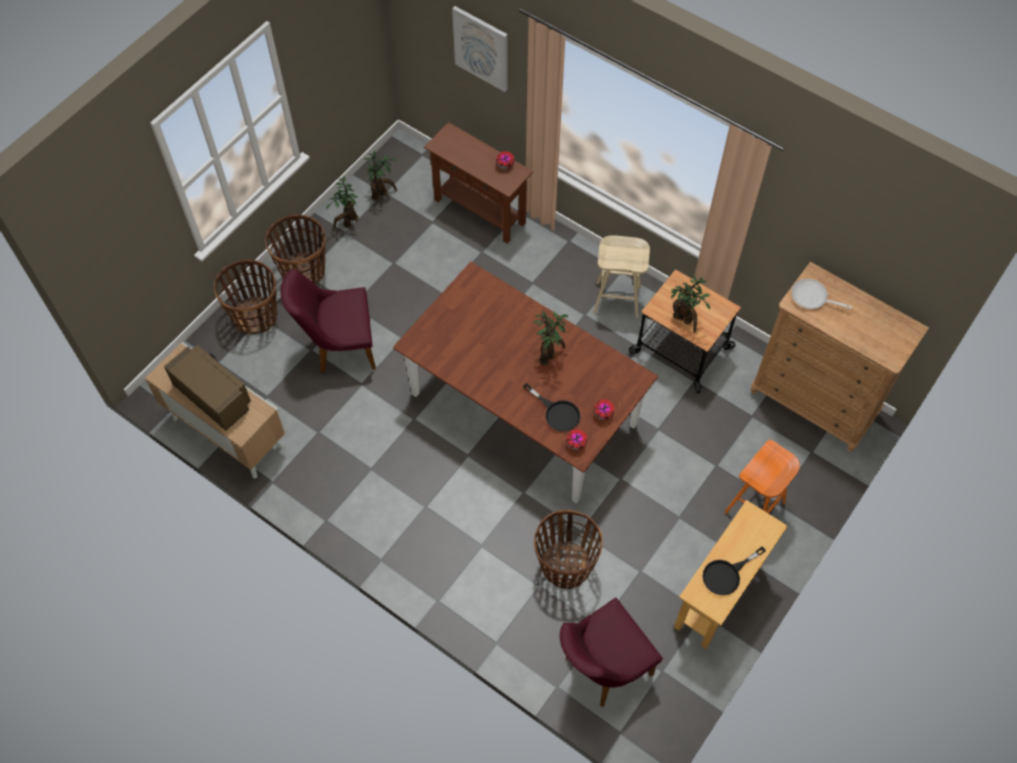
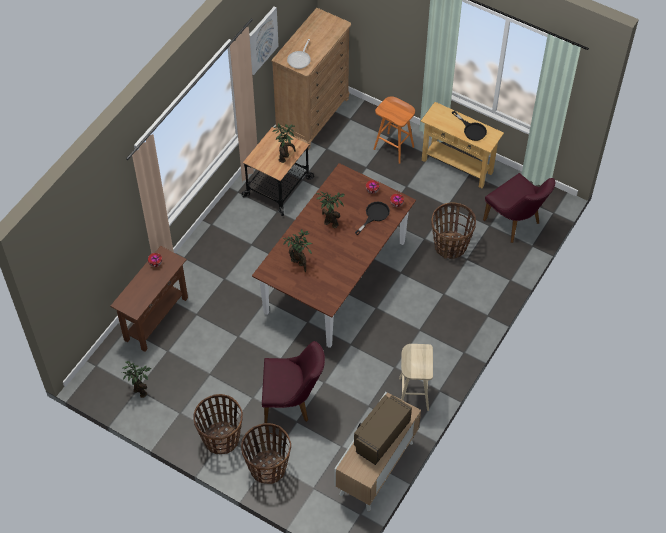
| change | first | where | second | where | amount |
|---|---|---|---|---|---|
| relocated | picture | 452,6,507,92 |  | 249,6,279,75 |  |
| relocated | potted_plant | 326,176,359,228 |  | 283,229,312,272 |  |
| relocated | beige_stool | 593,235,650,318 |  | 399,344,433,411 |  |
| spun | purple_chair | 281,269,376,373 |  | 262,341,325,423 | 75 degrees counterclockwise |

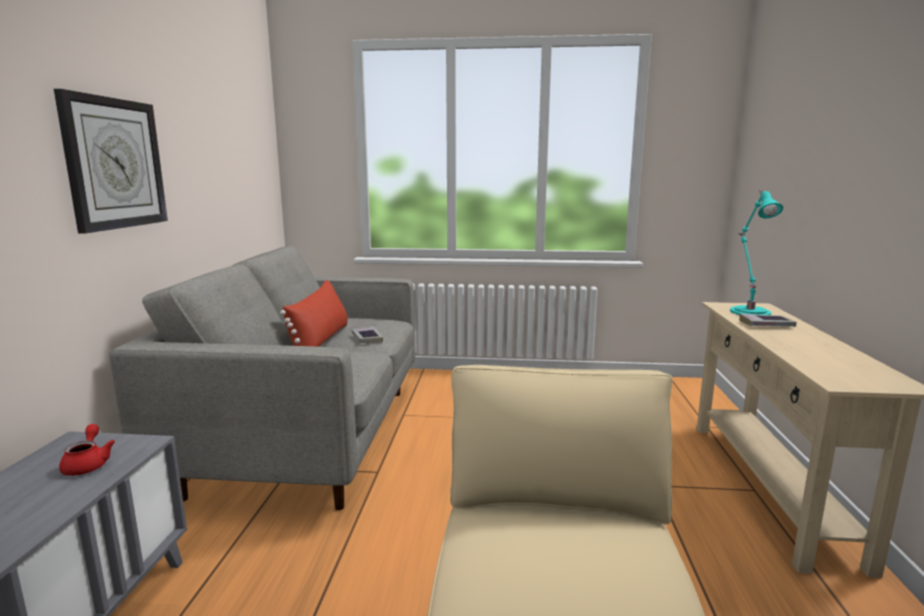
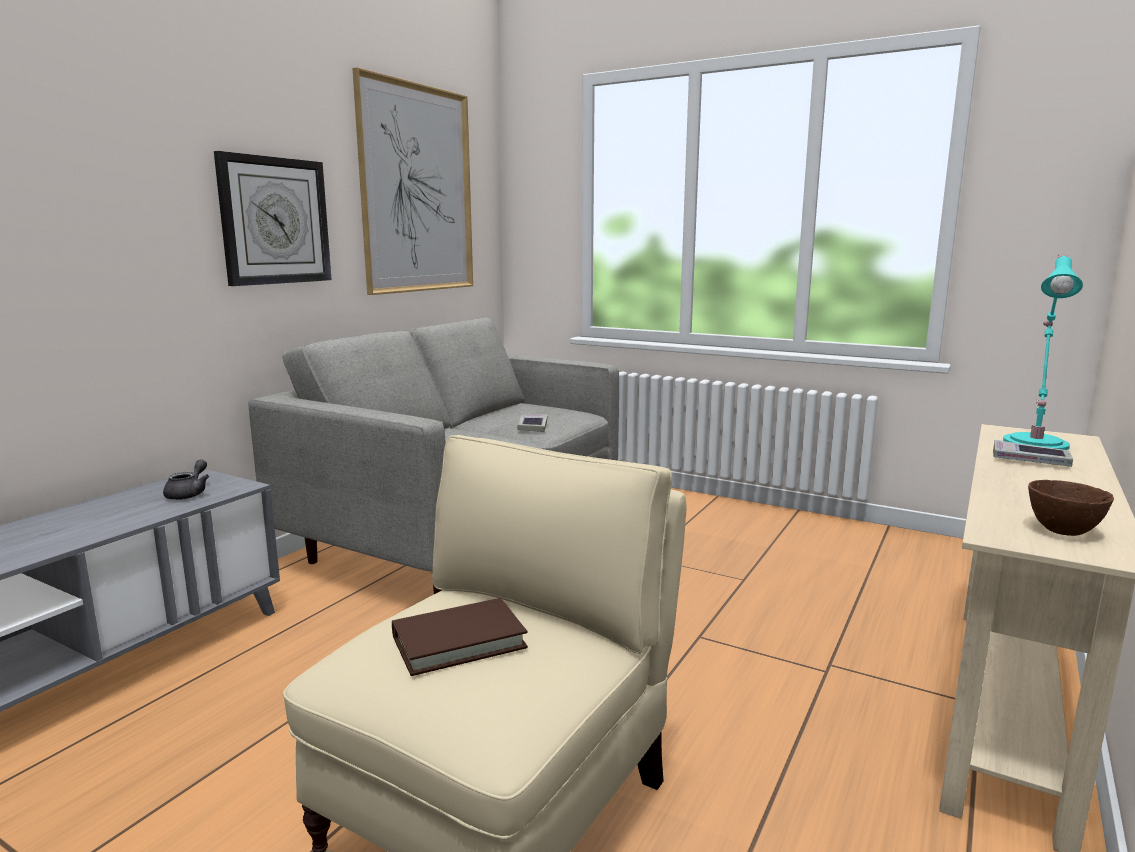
| change | first | where | second | where | amount |
|---|---|---|---|---|---|
| missing | red_pillow | 280,280,348,347 |  |  |  |
| colour | red_teapot | 59,424,115,476 | grey_teapot | 163,459,209,500 |  |
| appeared |  |  | picture | 352,67,473,295 |  |
| appeared |  |  | brown_bowl | 1028,480,1114,536 |  |
| appeared |  |  | brown_book | 392,598,528,676 |  |

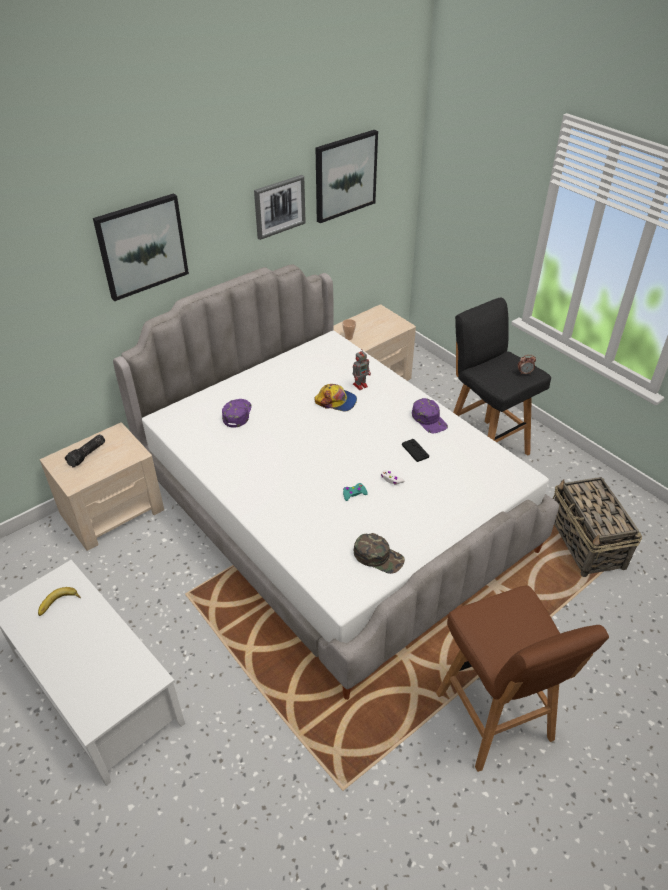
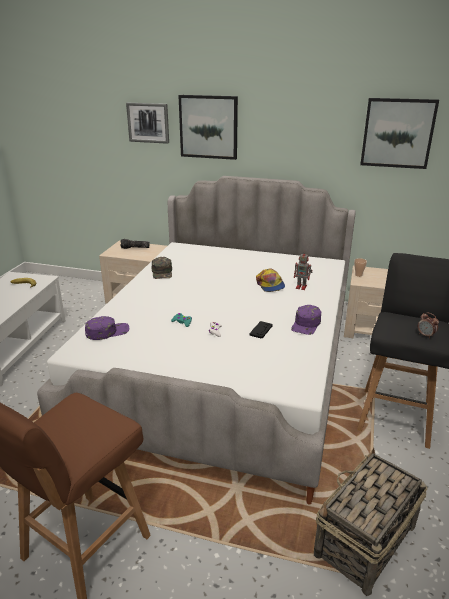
| change | first | where | second | where | amount |
|---|---|---|---|---|---|
| relocated | picture | 254,175,306,240 |  | 126,103,169,144 |  |
| relocated | purple_cap | 222,399,252,428 |  | 85,316,129,340 |  |
| relocated | green_cap | 354,533,405,574 |  | 152,257,172,279 |  |

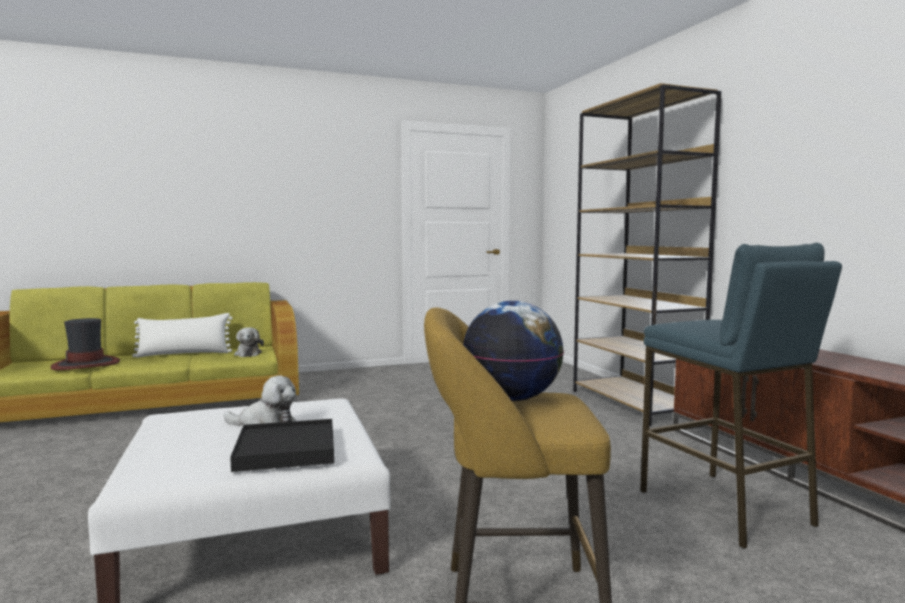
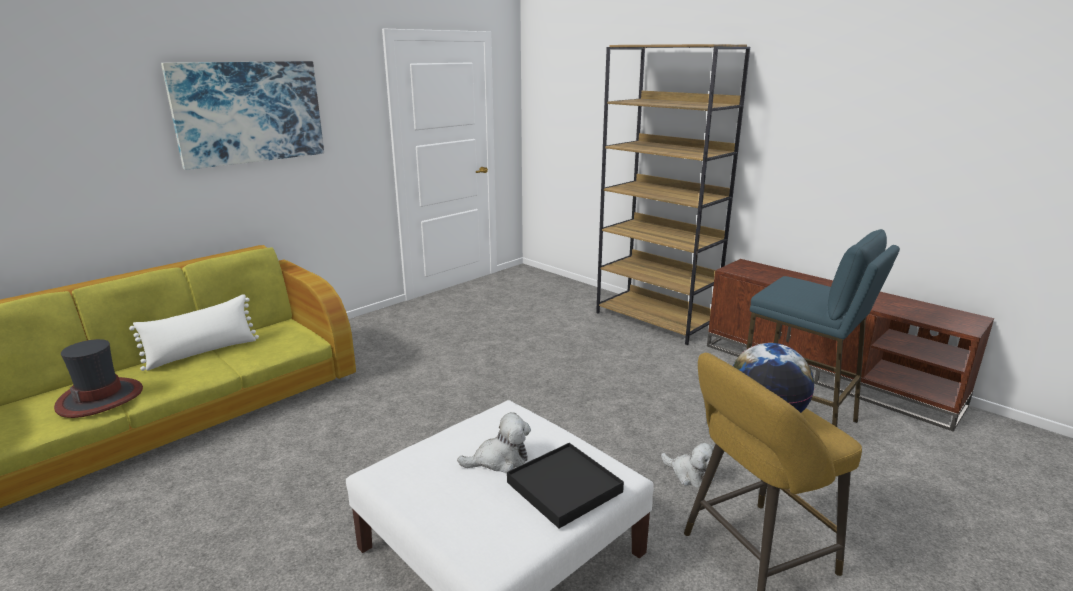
| change | first | where | second | where | amount |
|---|---|---|---|---|---|
| relocated | plush_toy | 234,327,264,357 |  | 661,443,715,488 |  |
| appeared |  |  | picture | 161,61,324,170 |  |

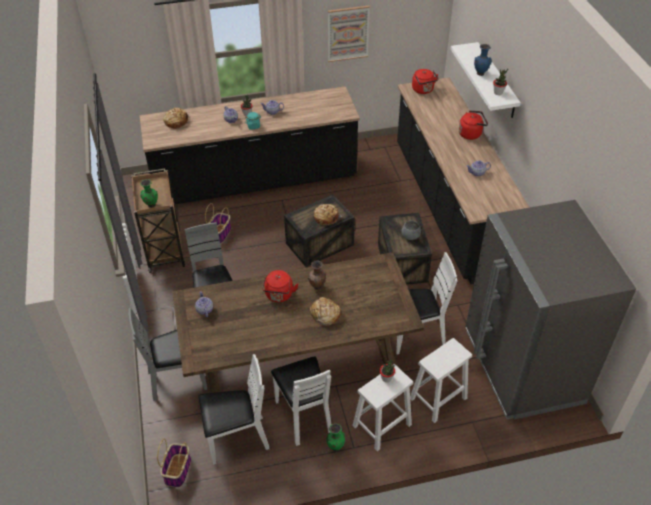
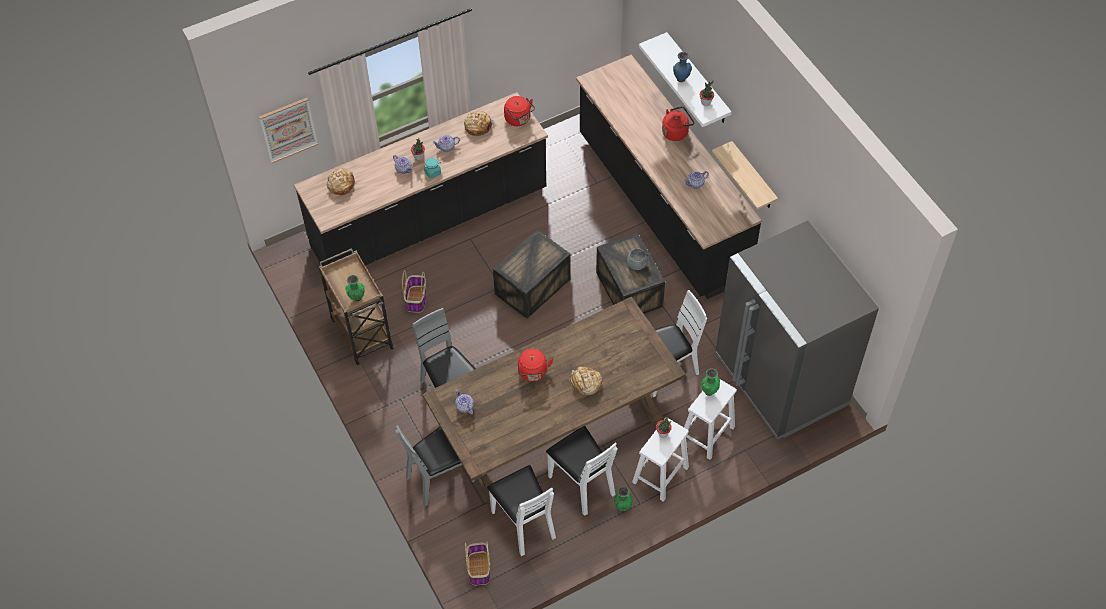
| change | first | where | second | where | amount |
|---|---|---|---|---|---|
| relocated | picture | 328,5,370,62 |  | 259,98,318,163 |  |
| relocated | red_kettle | 412,69,439,94 |  | 504,96,535,126 |  |
| relocated | bread | 314,204,342,226 |  | 464,111,496,136 |  |
| missing | brown_vase | 308,260,326,290 |  |  |  |
| spun | white_chair | 198,354,269,465 |  | 487,465,556,556 | 90 degrees clockwise |
| appeared |  |  | shelf | 711,141,778,210 |  |
| appeared |  |  | green_vase | 701,368,720,396 |  |

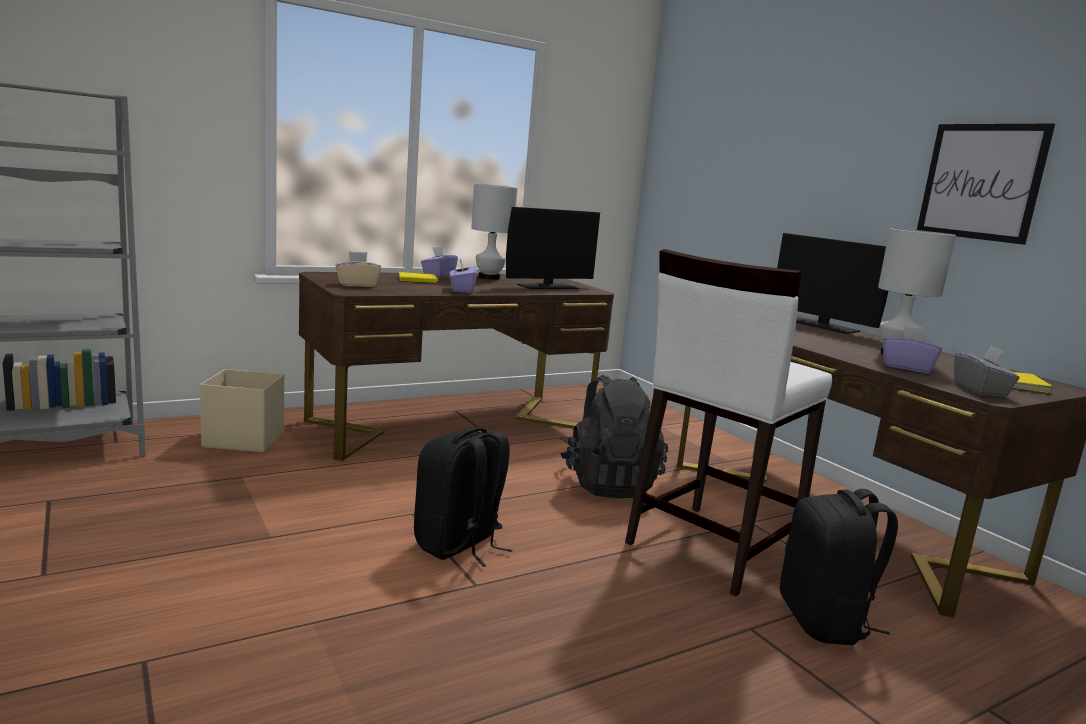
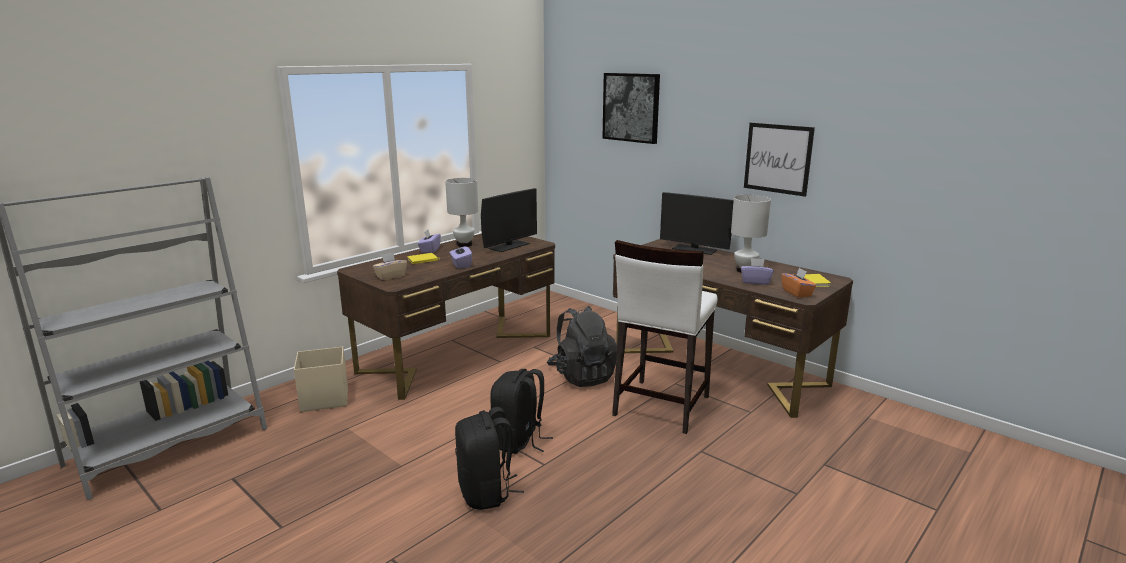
| change | first | where | second | where | amount |
|---|---|---|---|---|---|
| colour | grey_tissue_box | 954,345,1020,397 | orange_tissue_box | 781,267,816,298 |  |
| relocated | black_backpack | 780,489,898,645 |  | 455,407,524,510 |  |
| appeared |  |  | picture | 602,73,660,144 |  |

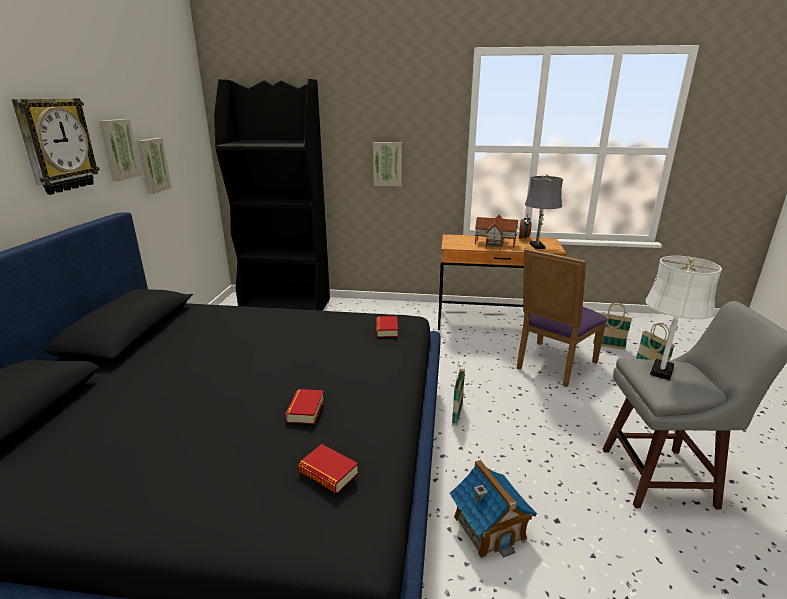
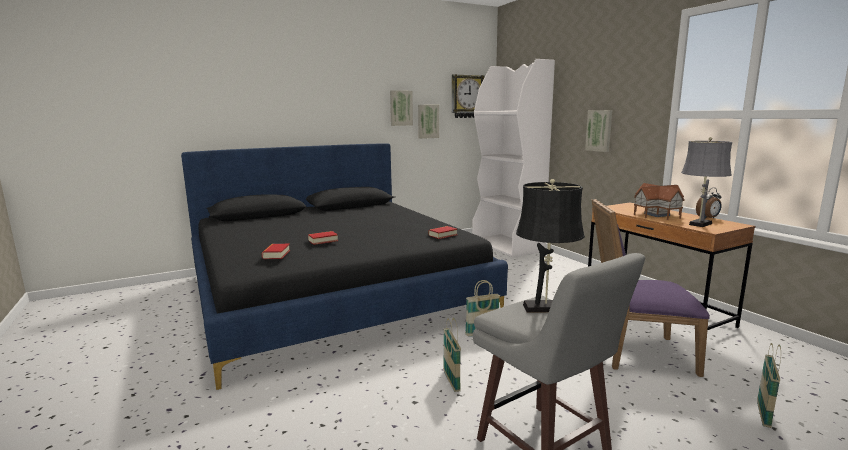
| change | first | where | second | where | amount |
|---|---|---|---|---|---|
| colour | black_bookcase | 214,79,330,311 | white_bookcase | 472,59,555,258 |  |
| relocated | wall_clock | 12,98,100,195 |  | 452,74,485,118 |  |
| colour | white_table_lamp | 645,256,722,380 | black_table_lamp | 516,179,585,313 |  |
| relocated | basket | 593,302,632,349 |  | 443,318,461,392 |  |
| missing | toy_house | 449,460,537,558 |  |  |  |

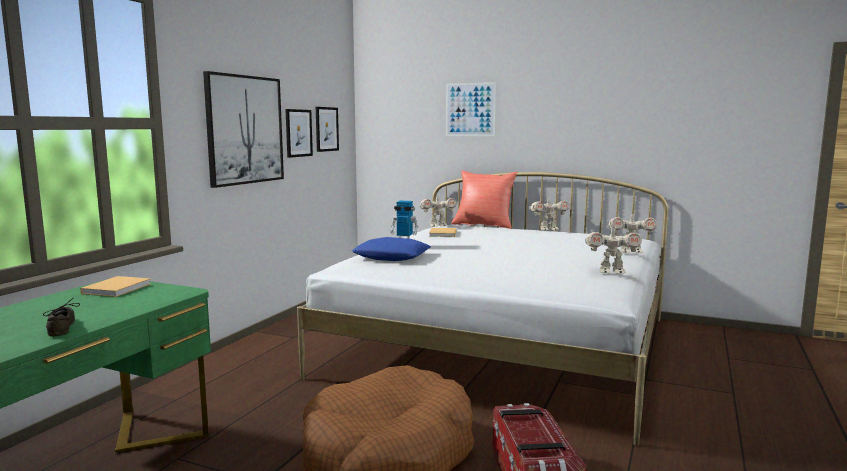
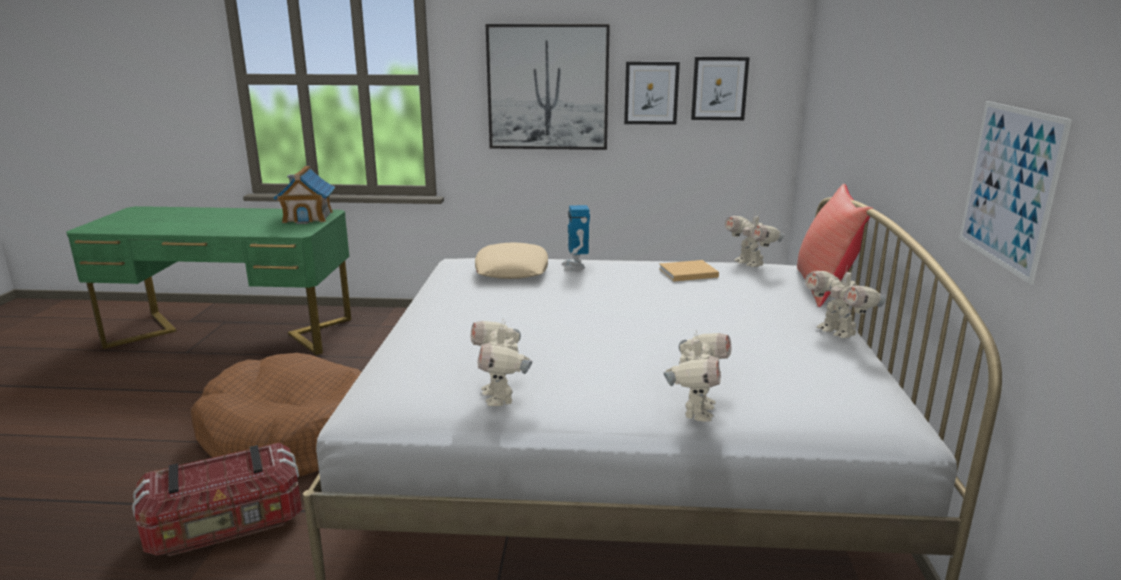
| change | first | where | second | where | amount |
|---|---|---|---|---|---|
| relocated | picture | 446,82,496,136 |  | 959,101,1072,285 |  |
| spun | toy_robot | 608,211,657,253 |  | 663,331,731,422 | 150 degrees counterclockwise |
| colour | blue_pillow | 352,237,431,261 | beige_pillow | 475,242,548,279 |  |
| exchanged | beige_book | 80,276,151,297 | toy_house | 273,166,335,224 |  |
| missing | grey_shoe | 43,298,80,337 |  |  |  |

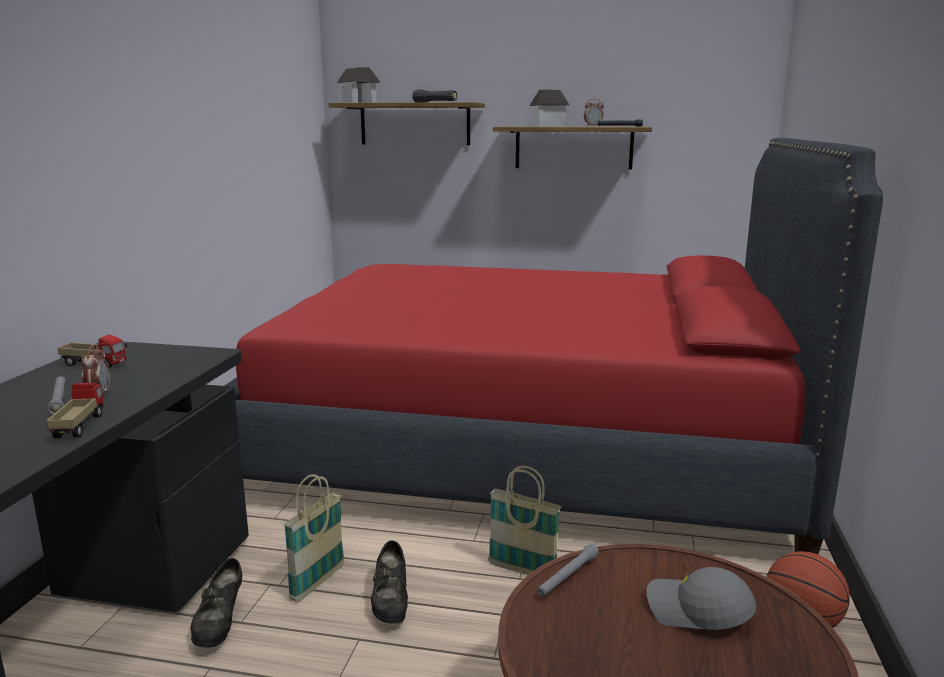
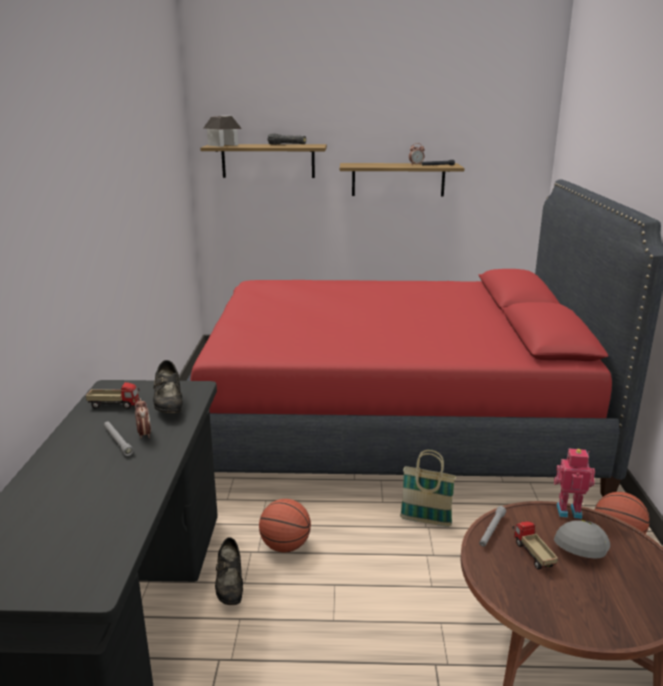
| change | first | where | second | where | amount |
|---|---|---|---|---|---|
| missing | toy_house | 529,90,569,127 |  |  |  |
| relocated | toy_truck | 46,383,104,438 |  | 513,521,558,570 |  |
| exchanged | basket | 284,474,345,602 | basketball | 259,499,311,552 |  |
| relocated | black_shoe | 371,540,408,624 |  | 153,360,183,413 |  |
| spun | grey_cap | 646,567,756,630 |  | 554,520,610,558 | 105 degrees clockwise |
| appeared |  |  | toy_robot | 554,448,595,519 |  |

